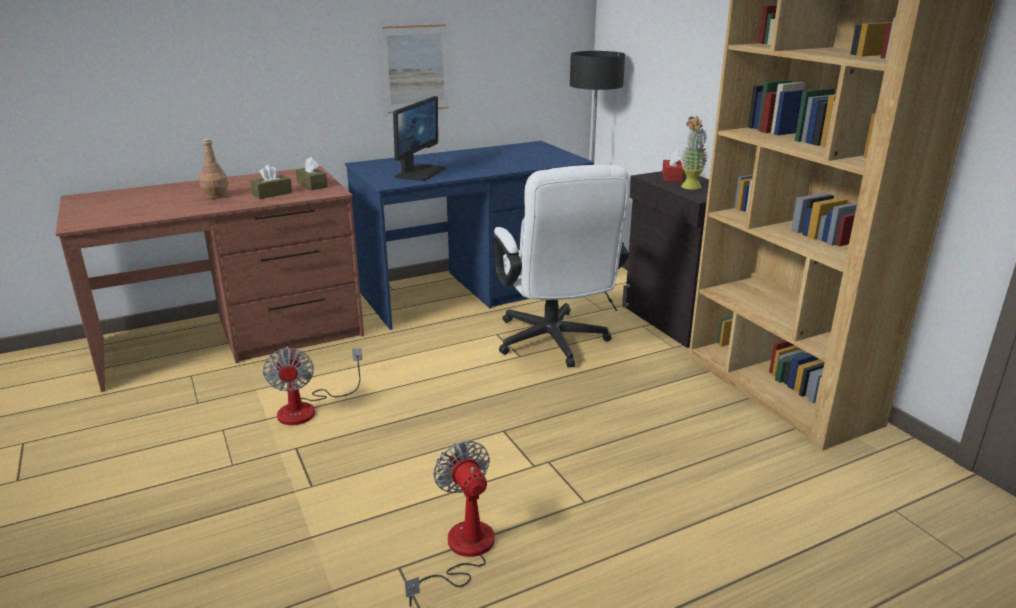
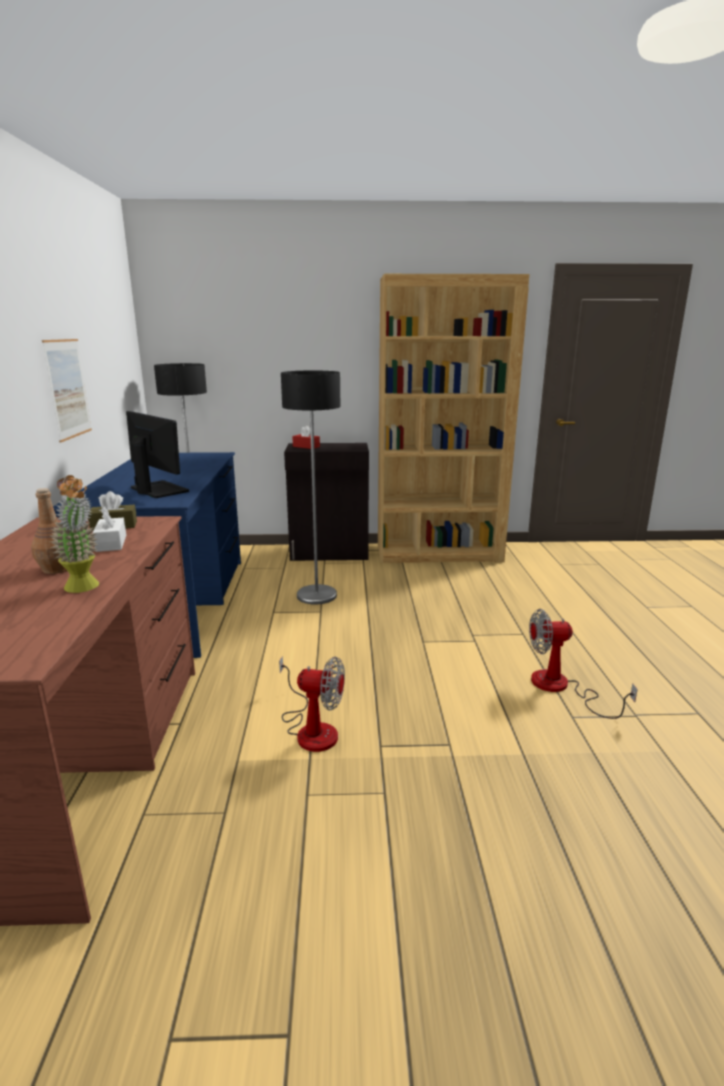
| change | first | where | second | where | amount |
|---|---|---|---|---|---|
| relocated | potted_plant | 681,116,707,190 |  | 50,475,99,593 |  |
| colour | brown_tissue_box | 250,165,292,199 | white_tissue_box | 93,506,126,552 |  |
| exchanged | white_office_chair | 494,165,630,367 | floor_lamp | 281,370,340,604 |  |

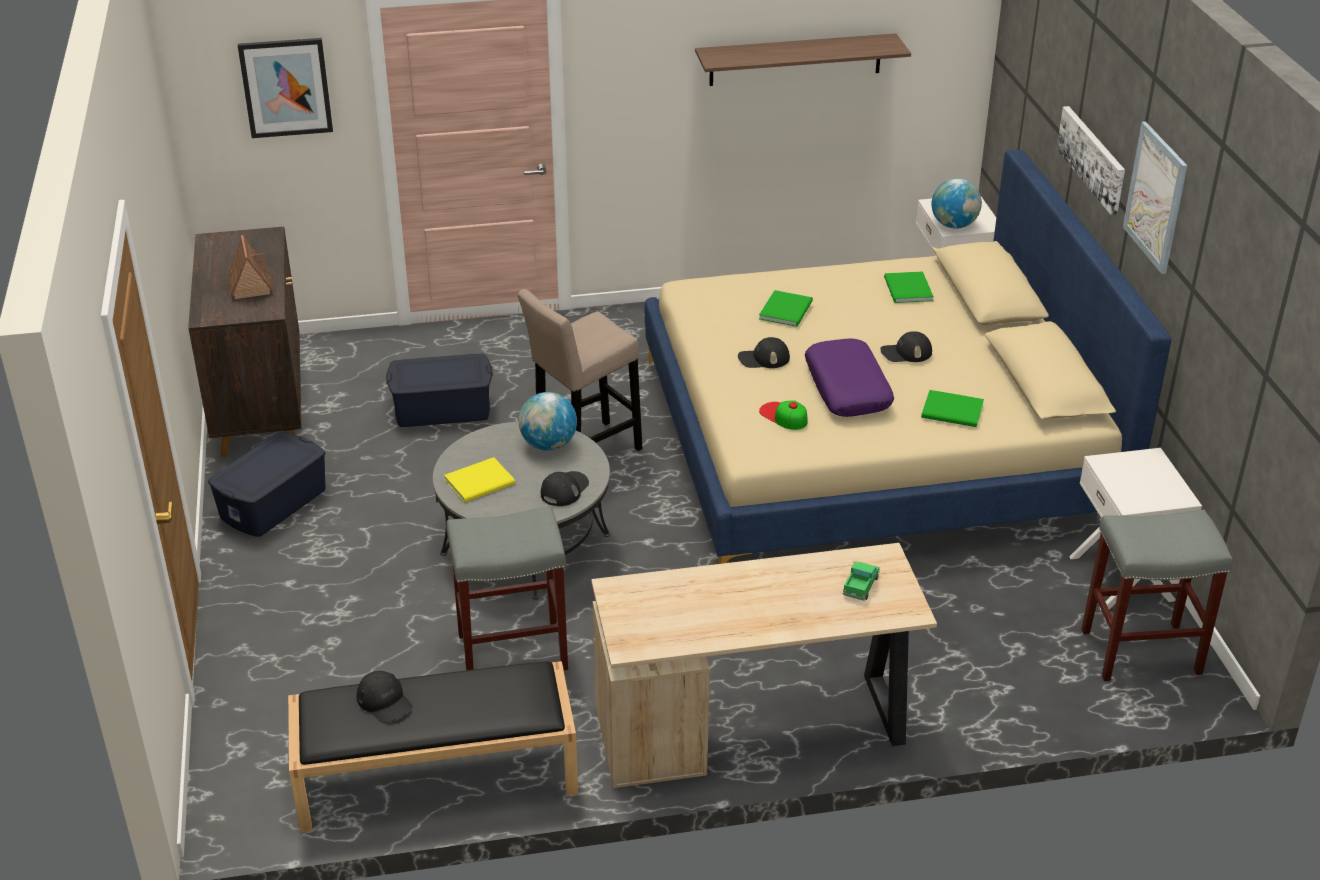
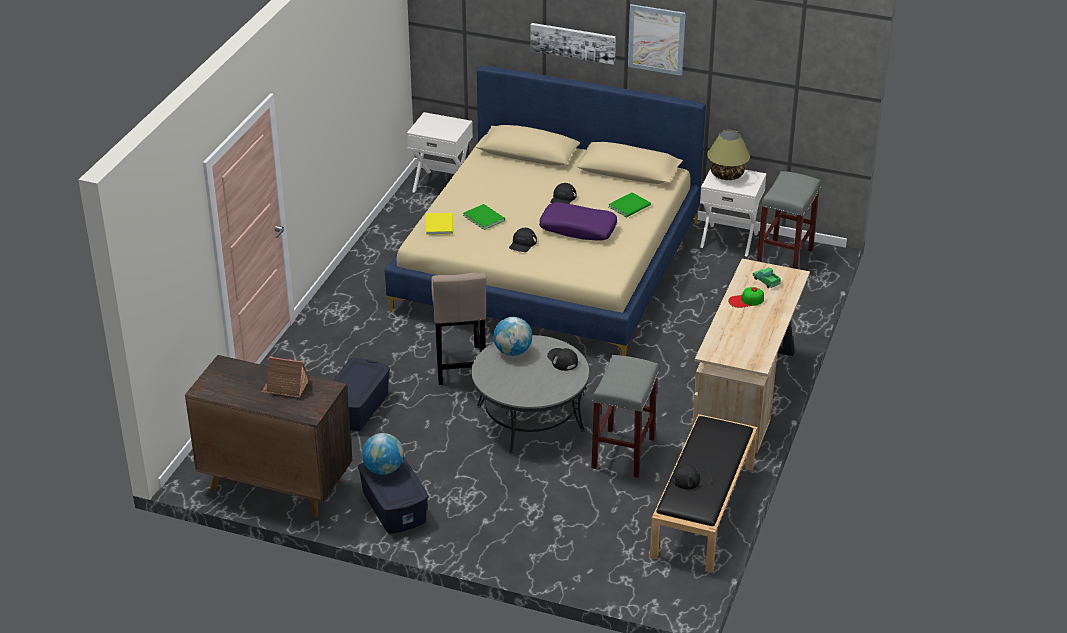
| change | first | where | second | where | amount |
|---|---|---|---|---|---|
| missing | shelf | 695,33,911,86 |  |  |  |
| missing | picture | 238,38,333,138 |  |  |  |
| relocated | globe | 932,178,982,229 |  | 362,433,404,475 |  |
| missing | green_book | 884,271,934,303 |  |  |  |
| relocated | cap | 759,400,808,430 |  | 728,287,764,308 |  |
| relocated | yellow_book | 444,457,515,503 |  | 426,213,453,235 |  |
| appeared |  |  | table_lamp | 707,130,750,180 |  |

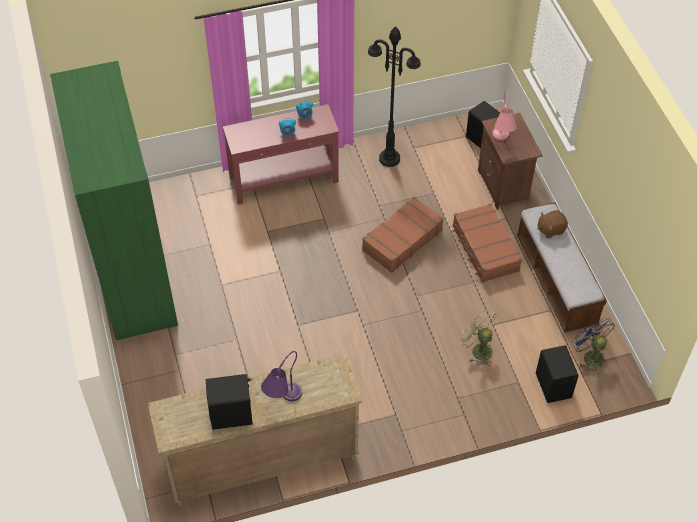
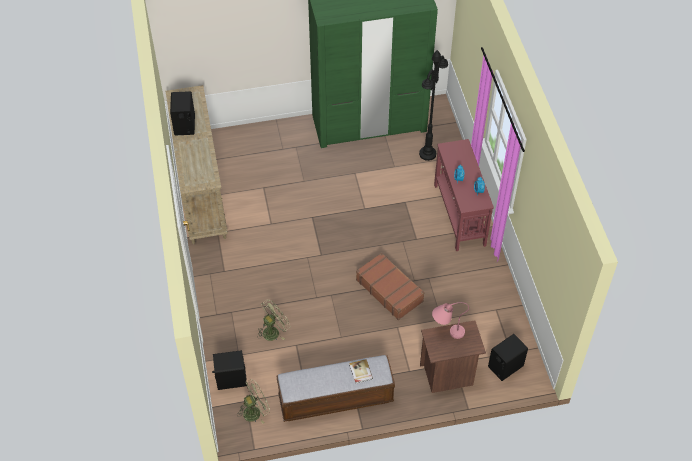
| change | first | where | second | where | amount |
|---|---|---|---|---|---|
| relocated | black_floor_lamp | 368,26,421,167 |  | 419,50,448,161 |  |
| missing | brown_suitcase | 453,204,522,282 |  |  |  |
| exchanged | brown_plush_toy | 537,210,568,238 | book | 349,359,373,384 |  |
| colour | blue_fan | 572,317,615,374 | green_fan | 239,379,270,424 |  |
| missing | purple_table_lamp | 261,351,302,402 |  |  |  |

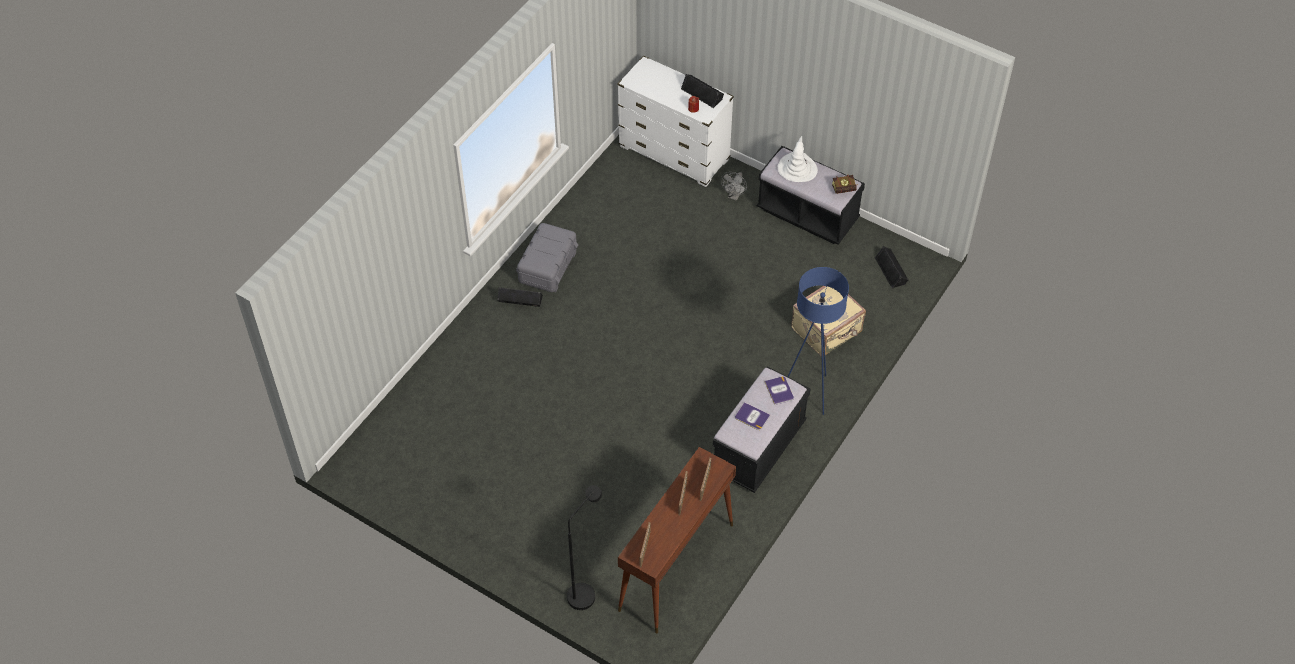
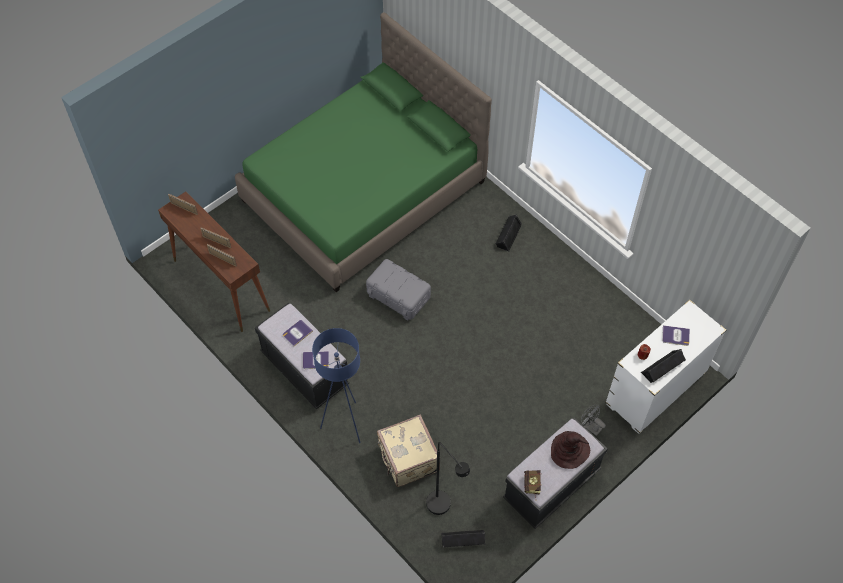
| change | first | where | second | where | amount |
|---|---|---|---|---|---|
| colour | white_hat | 778,136,818,182 | brown_hat | 551,431,590,469 |  |
| relocated | grey_storage_box | 516,223,578,292 |  | 366,259,431,321 |  |
| relocated | black_floor_lamp | 567,485,602,610 |  | 426,442,470,515 |  |
| appeared |  |  | green_bed | 235,12,492,292 |  |
| appeared |  |  | book | 662,325,690,346 |  |

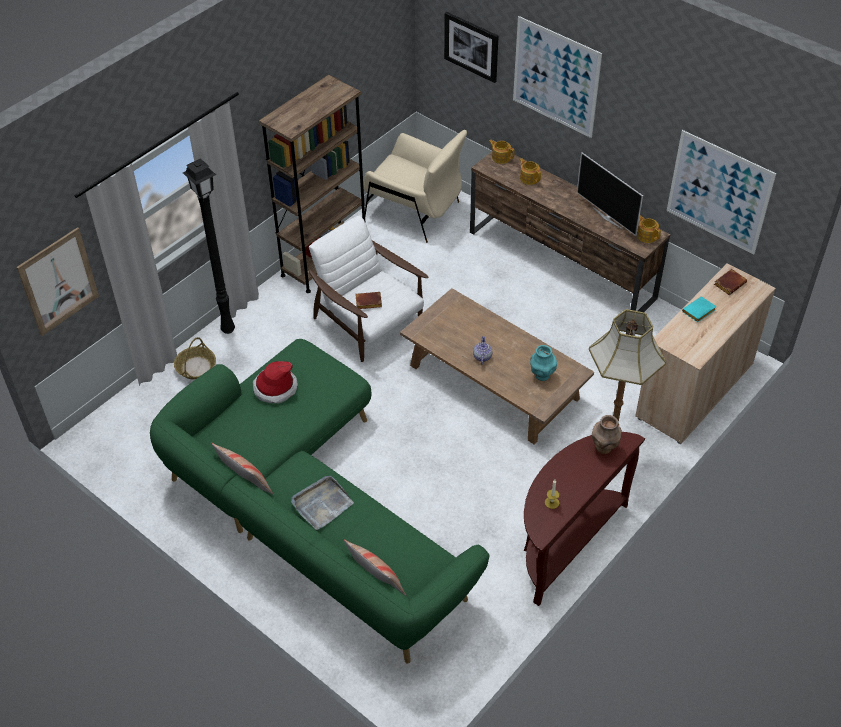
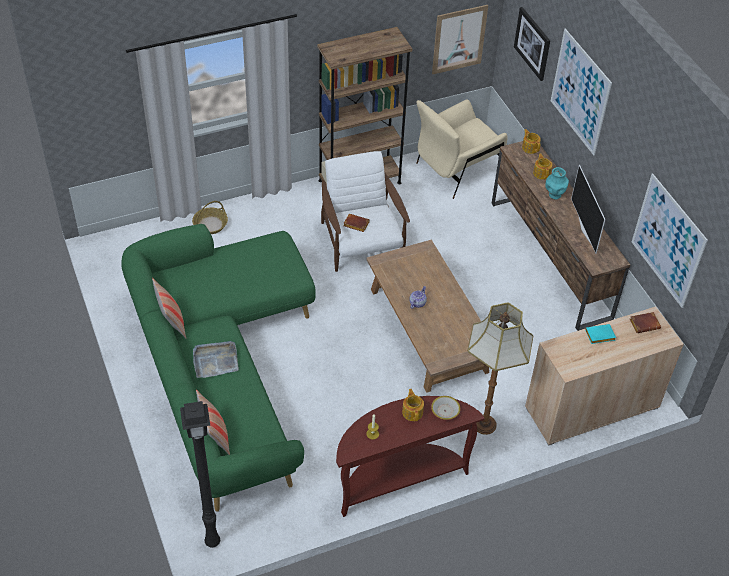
| change | first | where | second | where | amount |
|---|---|---|---|---|---|
| spun | beige_armchair | 364,130,467,243 |  | 416,99,508,199 | 90 degrees clockwise |
| relocated | black_floor_lamp | 183,158,235,334 |  | 180,401,220,548 |  |
| relocated | teapot | 637,215,661,243 |  | 402,389,424,421 |  |
| relocated | picture | 17,227,99,336 |  | 432,5,488,74 |  |
| relocated | turquoise_vase | 530,345,557,381 |  | 545,167,569,199 |  |
| missing | hat | 253,361,298,403 |  |  |  |
| exchanged | brown_vase | 592,415,622,454 | bowl | 431,396,461,420 |  |

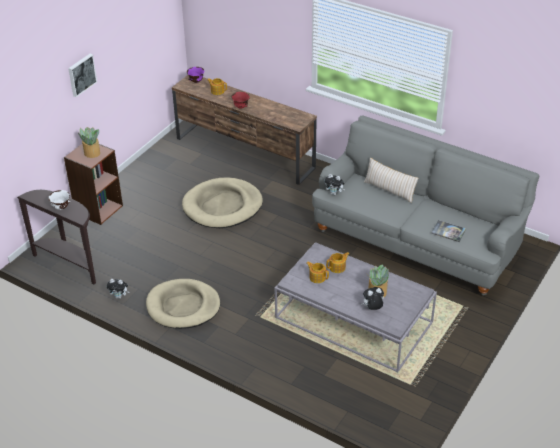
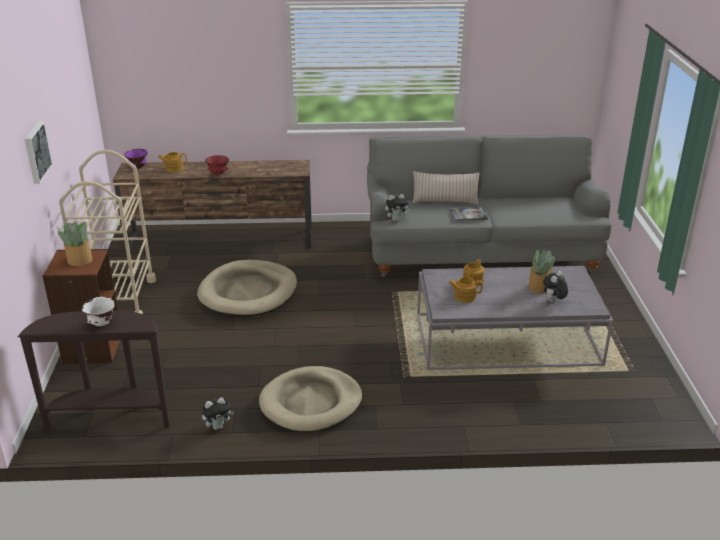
| change | first | where | second | where | amount |
|---|---|---|---|---|---|
| relocated | book | 431,220,466,242 |  | 449,207,488,221 |  |
| appeared |  |  | beige_cart | 59,150,156,314 |  |

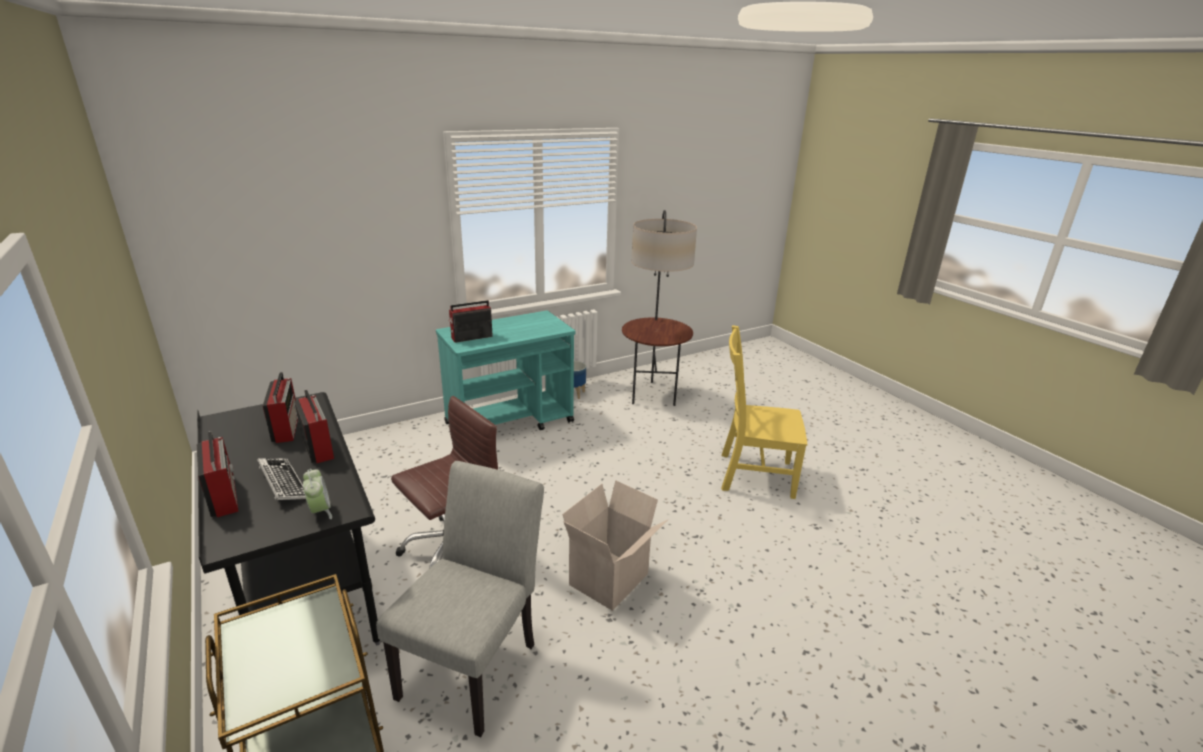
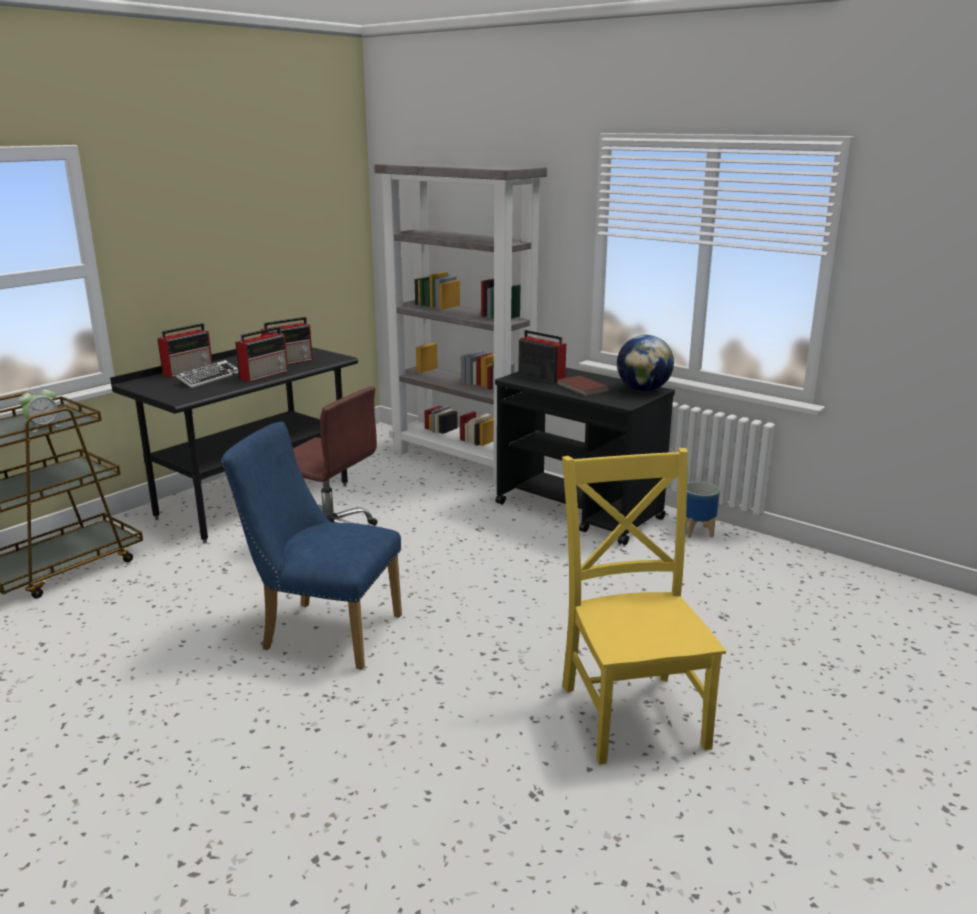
| change | first | where | second | where | amount |
|---|---|---|---|---|---|
| missing | floor_lamp | 622,210,697,406 |  |  |  |
| colour | turquoise_cart | 436,311,575,430 | black_cart | 495,368,675,545 |  |
| missing | grey_chair | 376,461,544,737 |  |  |  |
| relocated | alarm_clock | 303,469,332,519 |  | 19,386,61,432 |  |
| exchanged | cardboard_box | 562,480,668,611 | blue_chair | 221,422,402,670 |  |
| appeared |  |  | grey_bookcase | 374,162,547,485 |  |
| appeared |  |  | globe | 617,335,674,391 |  |
| appeared |  |  | brown_book | 557,376,610,396 |  |

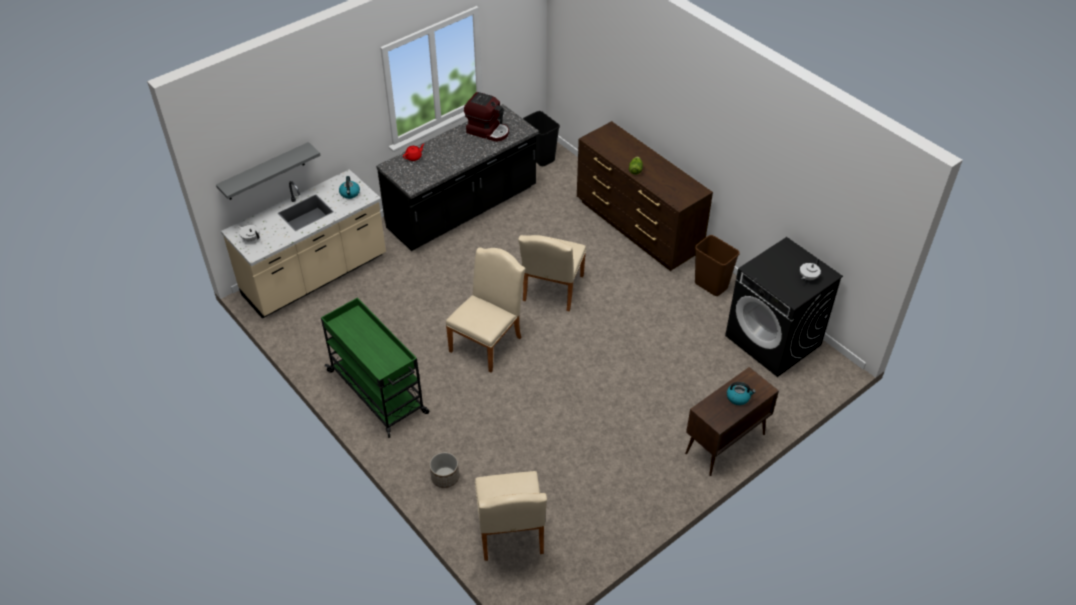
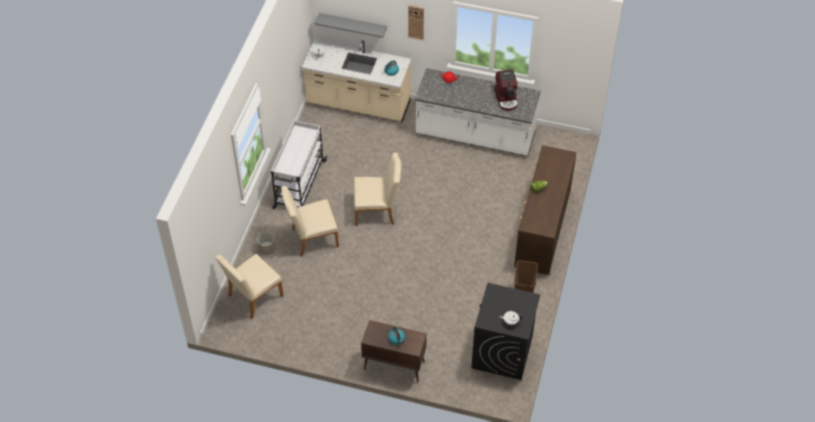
| change | first | where | second | where | amount |
|---|---|---|---|---|---|
| colour | black_counter | 376,104,539,251 | white_counter | 415,68,541,156 |  |
| missing | black_trash_can | 523,111,560,166 |  |  |  |
| relocated | beige_chair | 518,235,586,311 |  | 281,186,339,256 |  |
| colour | green_cart | 321,298,429,438 | white_cart | 271,120,327,209 |  |
| appeared |  |  | wall_clock | 408,5,424,40 |  |

